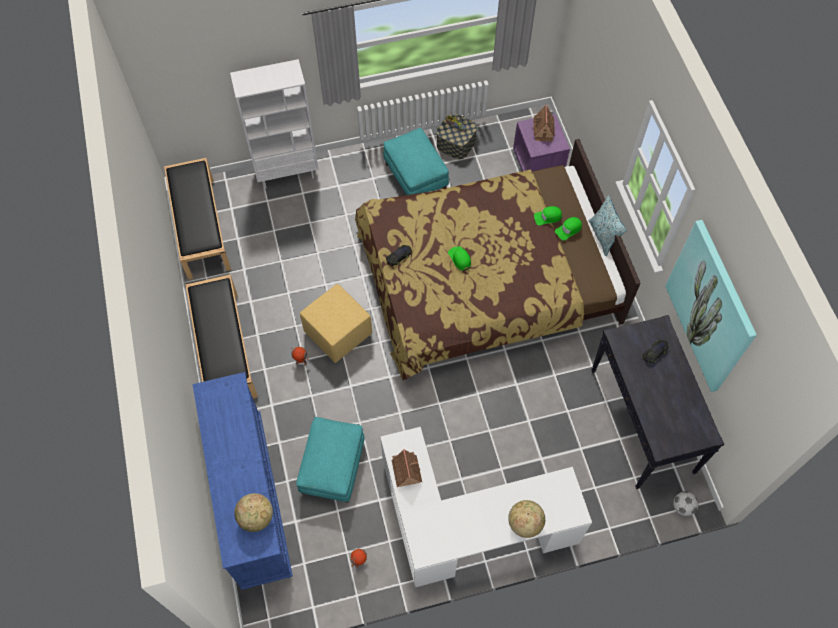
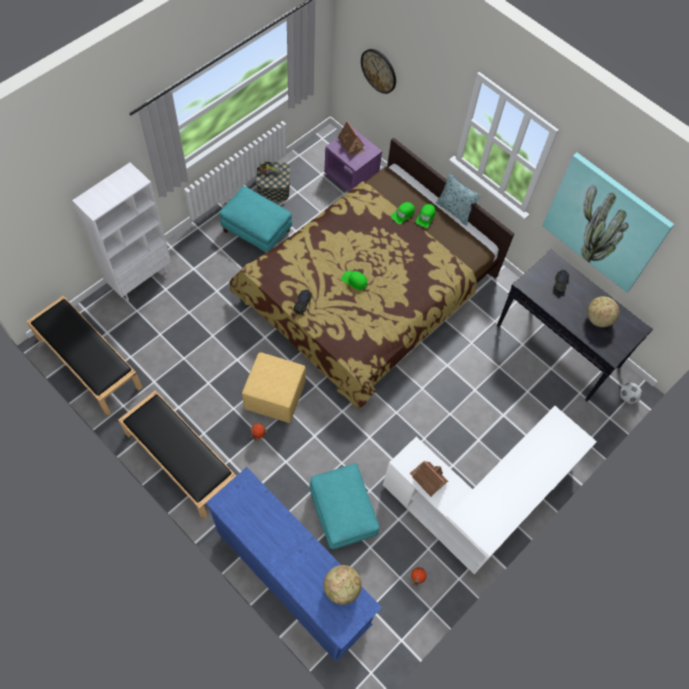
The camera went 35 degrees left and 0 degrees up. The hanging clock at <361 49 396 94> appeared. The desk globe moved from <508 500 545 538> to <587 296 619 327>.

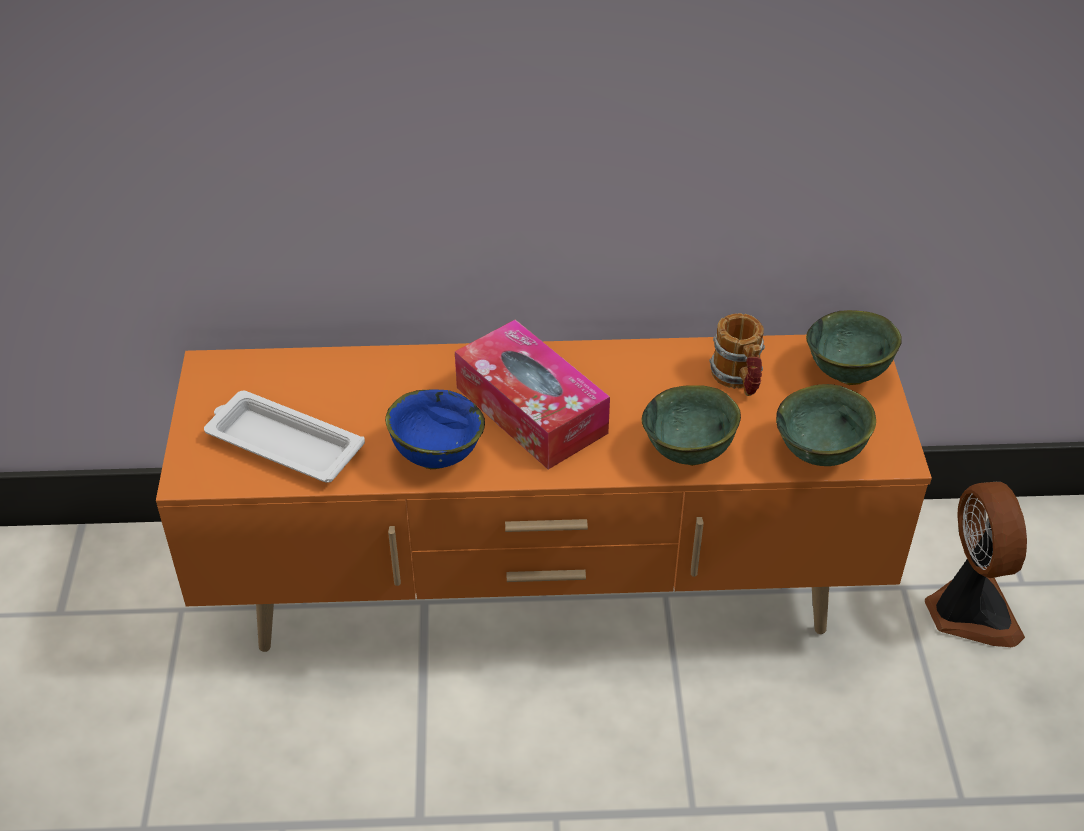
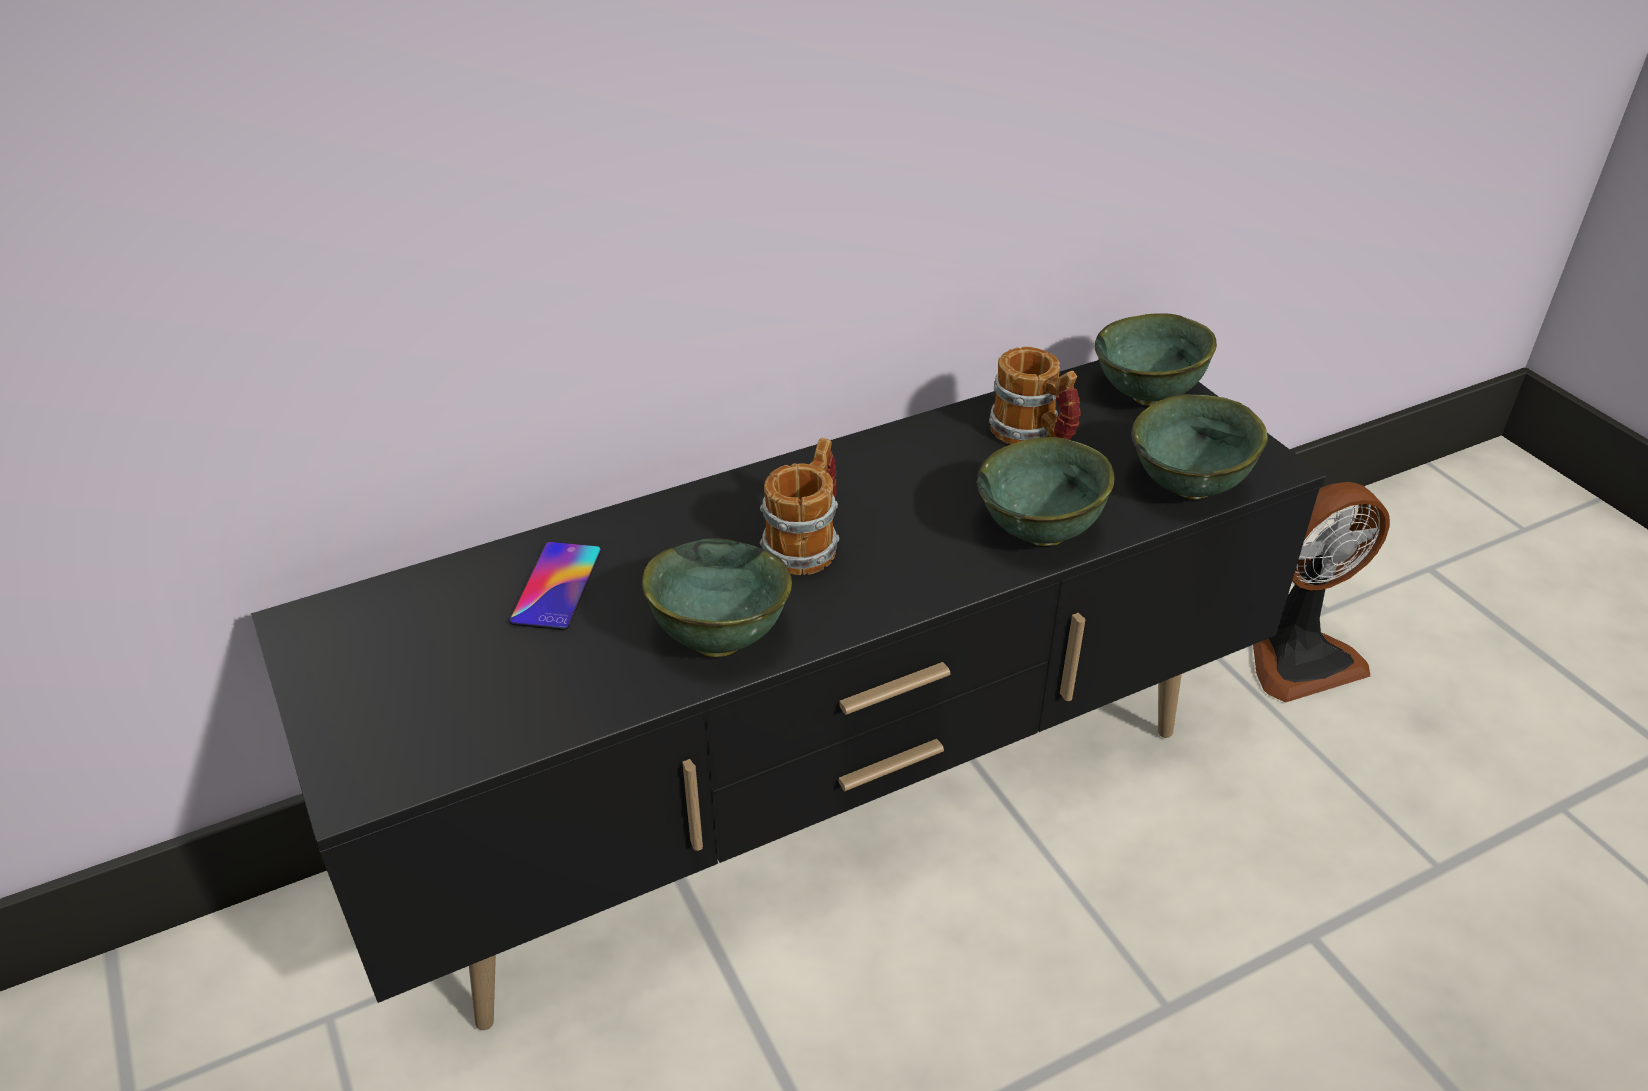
The camera went 25 degrees left and 5 degrees down. The serving tray/whitish at <204 391 365 483> disappeared. The telephone at <509 542 601 630> appeared. The box of tissues at <455 319 610 470> was replaced by the coffee mug at <760 437 839 575>. The tv unit/orange-coloured at <156 335 932 652> became the tv unit/blackish at <251 360 1325 1030>. The serving bowl/blue at <385 389 485 469> became the serving bowl/green at <642 538 792 657>. The fan at <925 482 1027 647> turned 105 degrees clockwise.

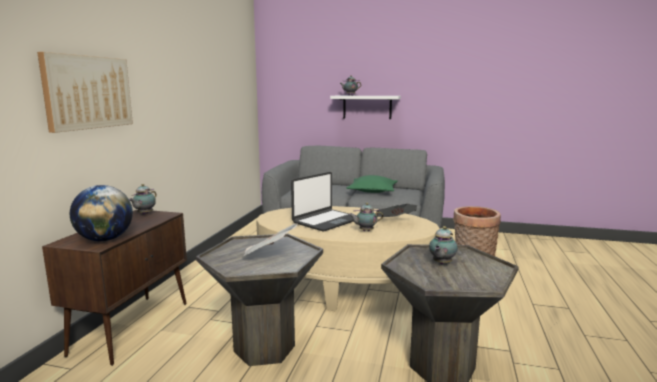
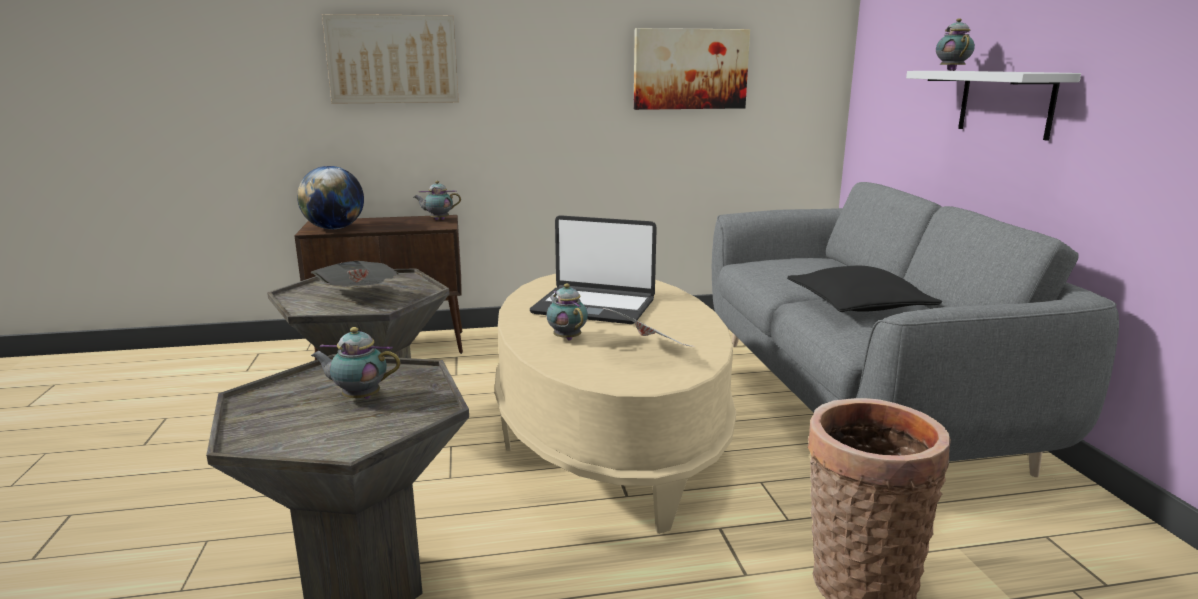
The camera went 65 degrees right and 5 degrees up. The wall picture at <634 28 750 110> appeared. The throw pillow/green at <346 175 398 193> became the throw pillow/blackish at <787 266 942 312>.

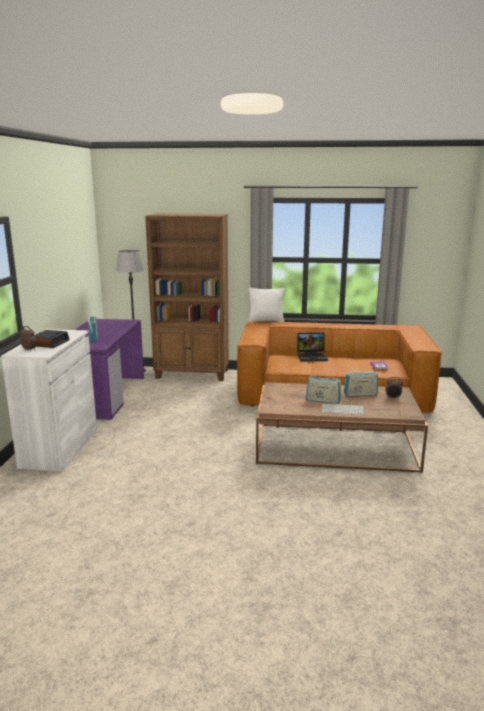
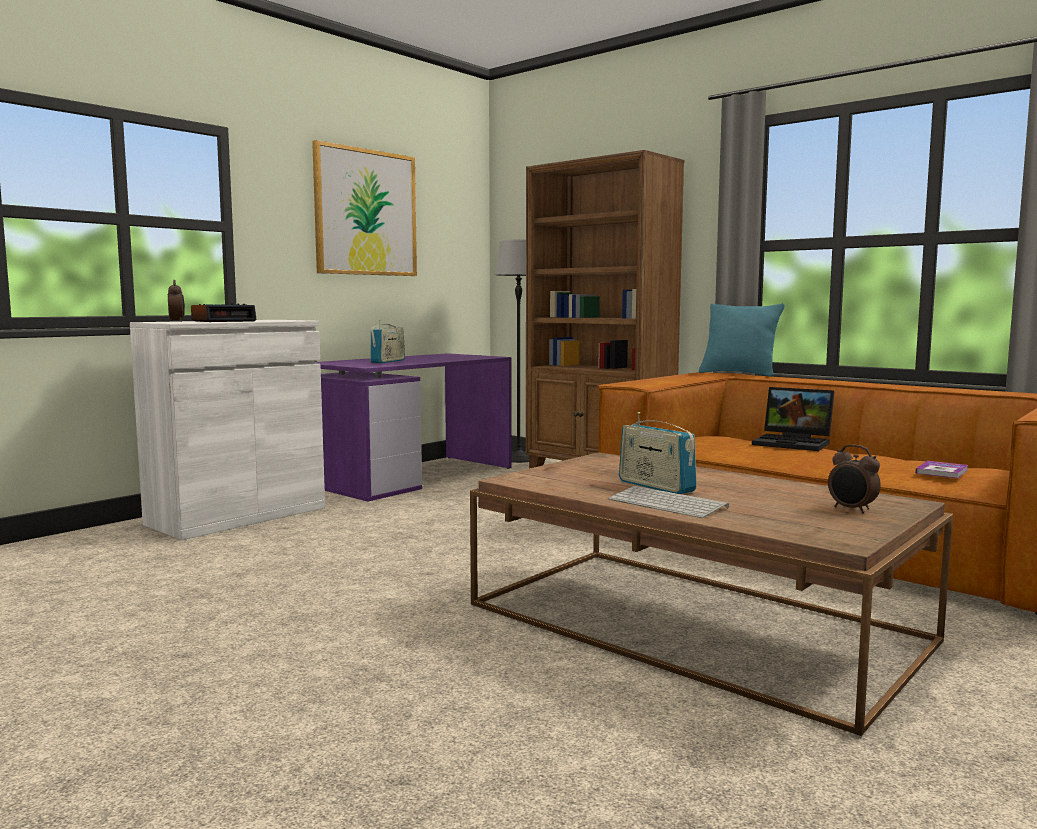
The camera went 35 degrees right and 10 degrees down. The radio receiver at <344 370 378 397> disappeared. The wall picture at <312 140 417 276> appeared. The throw pillow/whitish at <248 288 285 322> became the throw pillow/turquoise-coloured at <699 303 784 377>.

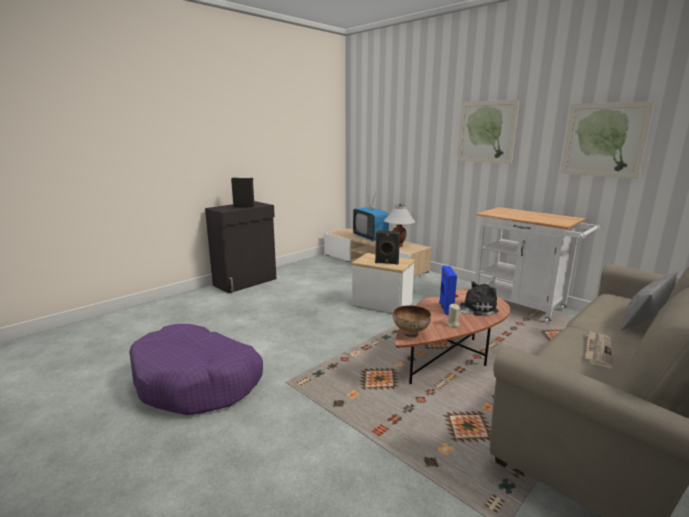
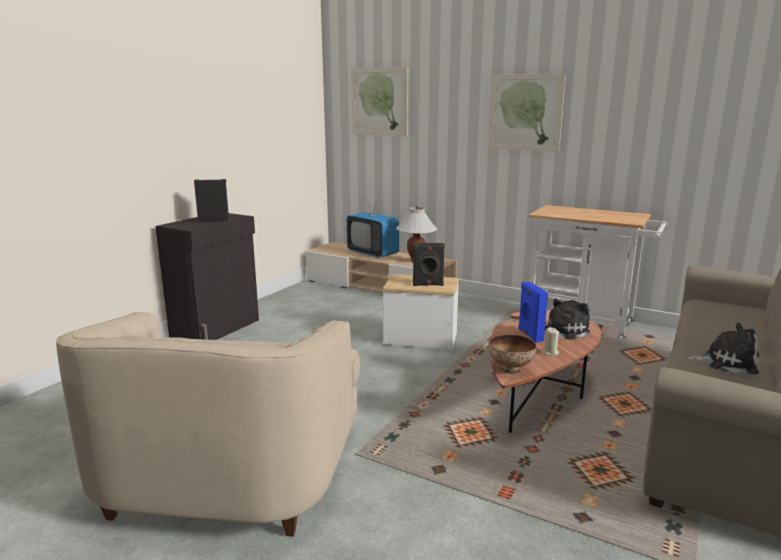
The camera went 15 degrees left and 0 degrees up. The throw pillow/greyish at <621 271 678 330> disappeared. The wall picture moved from <561 101 655 179> to <351 67 408 136>. The dog bed/purple at <129 324 263 415> was replaced by the armchair/beige at <56 312 360 537>. The newspaper at <585 330 613 369> was replaced by the plush toy at <686 323 760 374>.

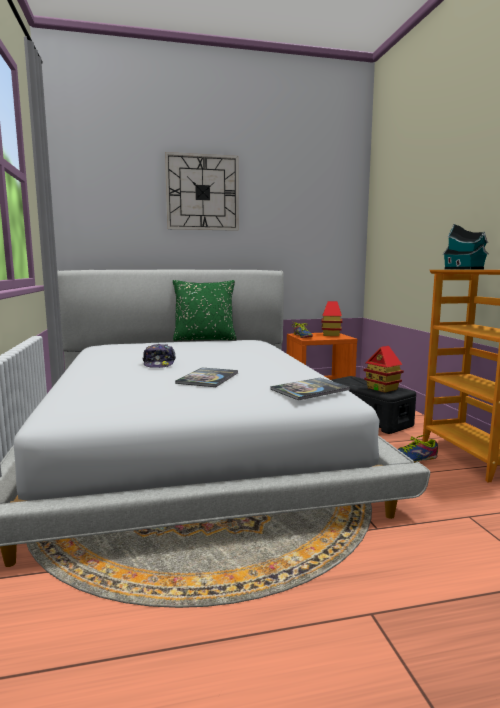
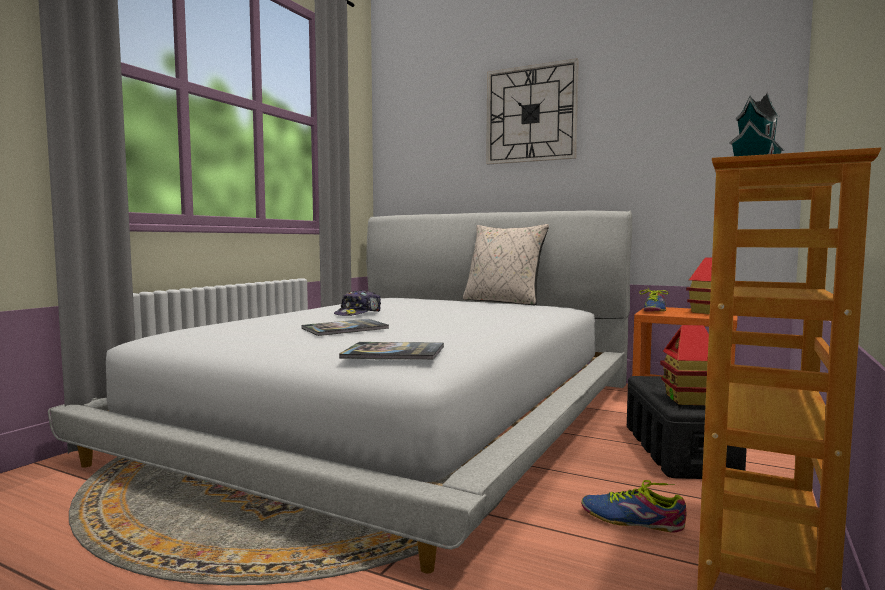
The camera went 40 degrees right and 5 degrees down. The throw pillow/green at <173 280 237 341> became the throw pillow/beige at <463 224 549 306>.

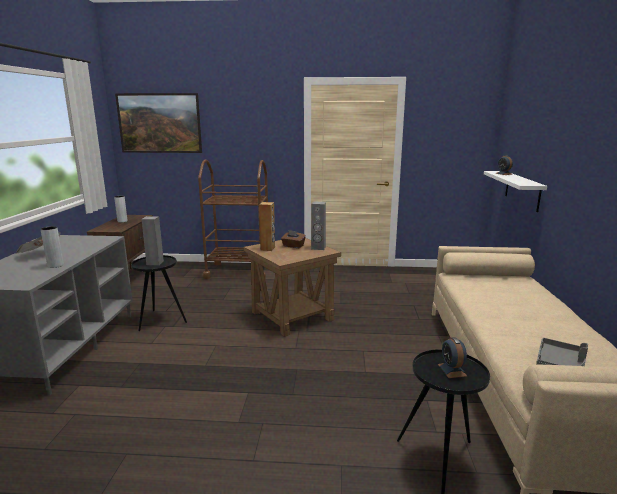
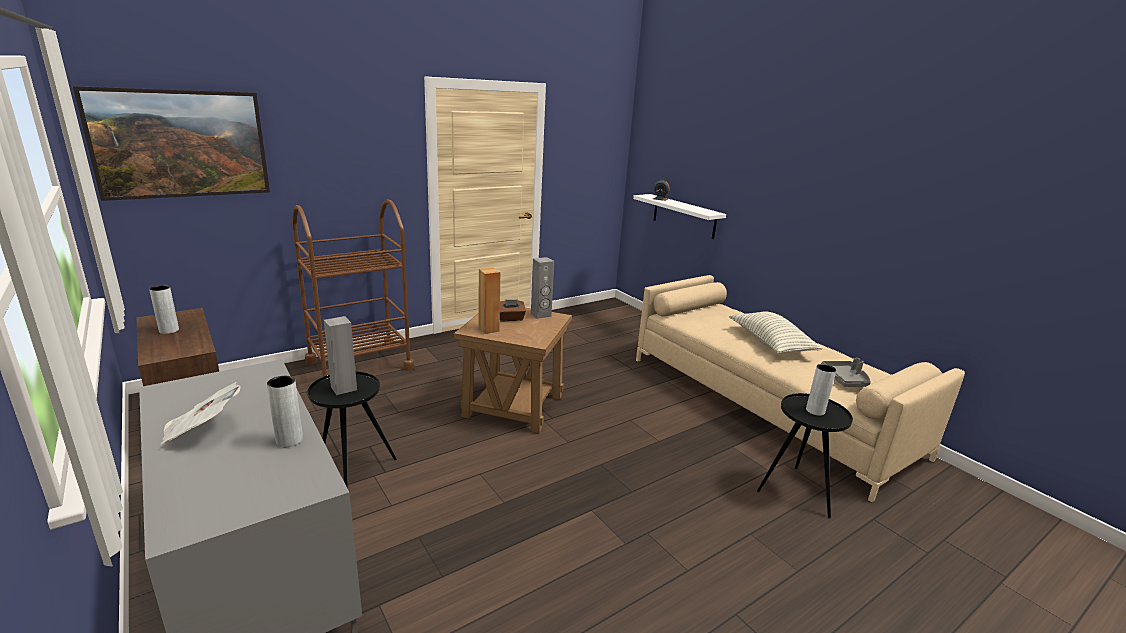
The camera went 40 degrees left and 5 degrees up. The throw pillow at <729 311 823 354> appeared. The table clock at <438 337 467 378> was replaced by the decorative vase/greyish at <806 364 836 416>.

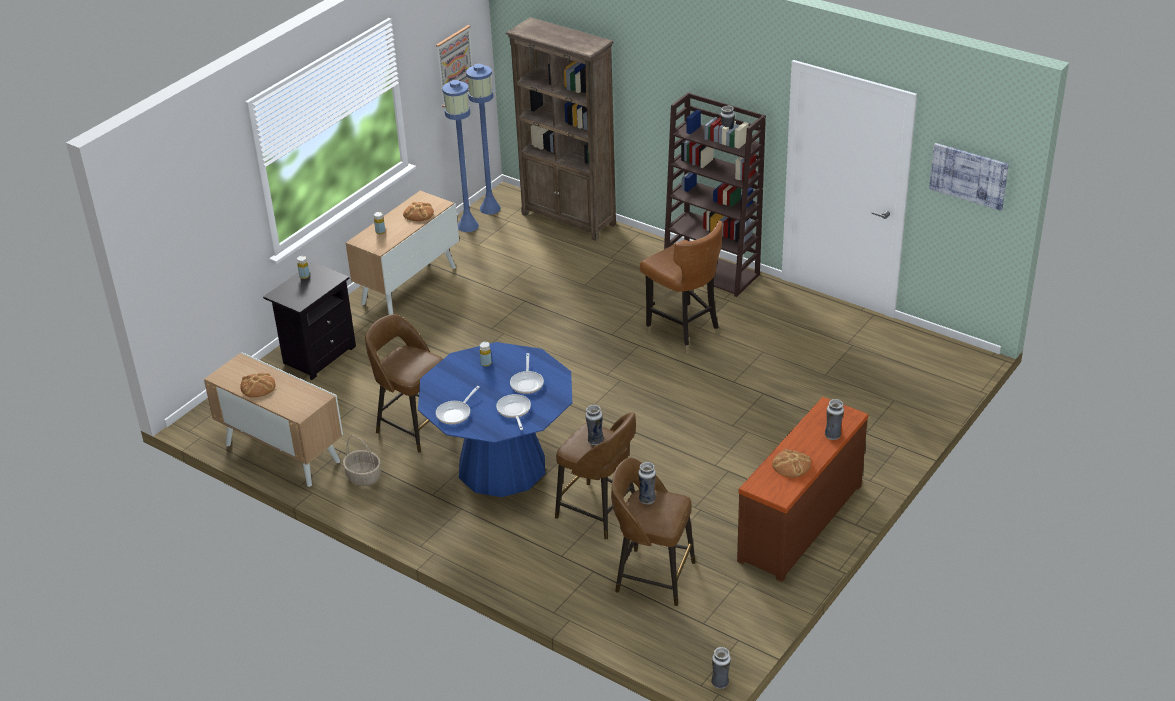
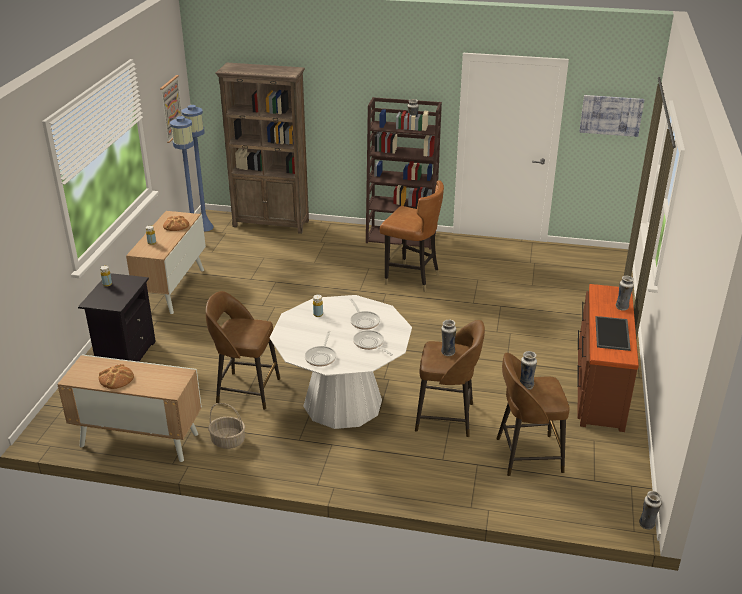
The camera went 25 degrees left and 5 degrees down. The bakery bread at <772 449 811 478> was replaced by the serving tray at <595 316 631 351>. The kitchen table/blue at <418 342 572 497> became the kitchen table/whitish at <270 295 412 429>.

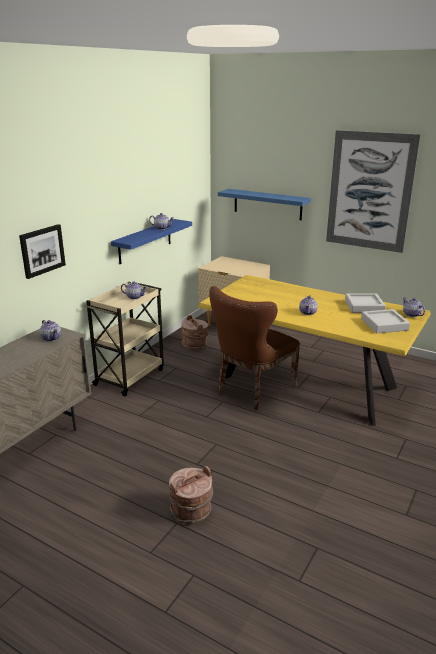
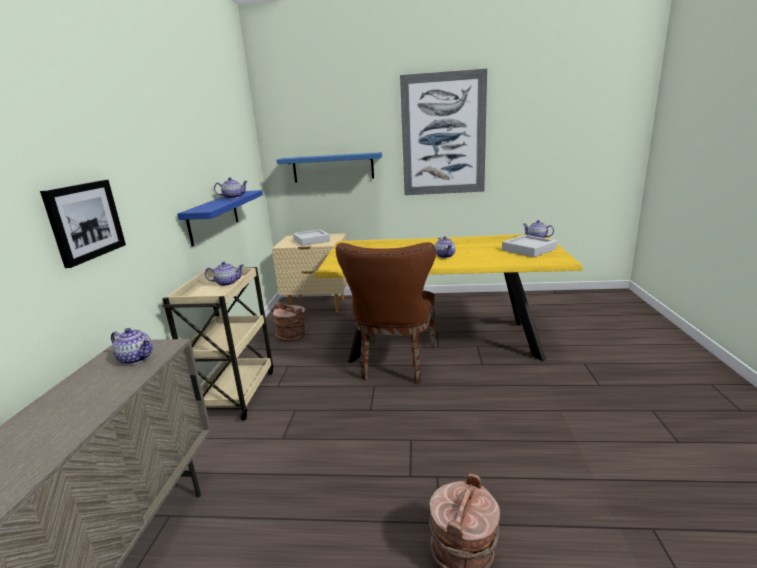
The camera went 25 degrees left and 5 degrees down. The serving tray/greyish moved from <345 293 386 313> to <293 229 330 246>.

